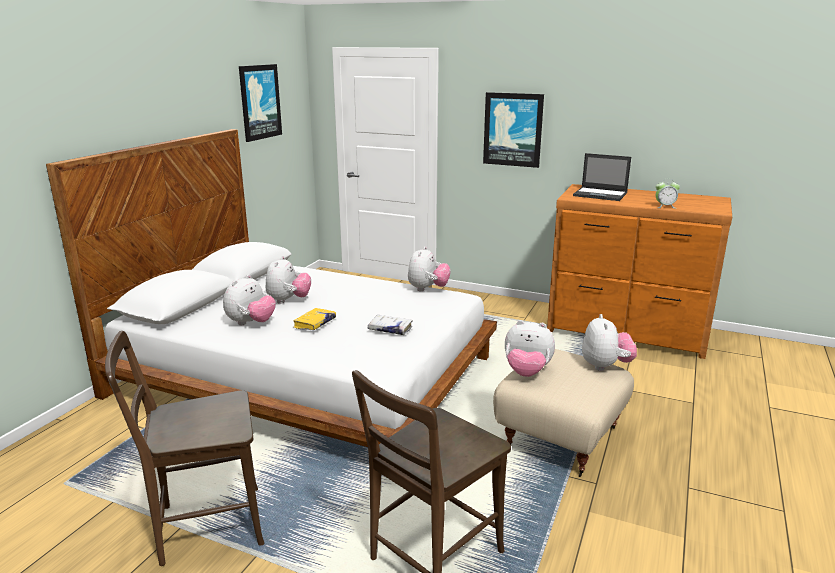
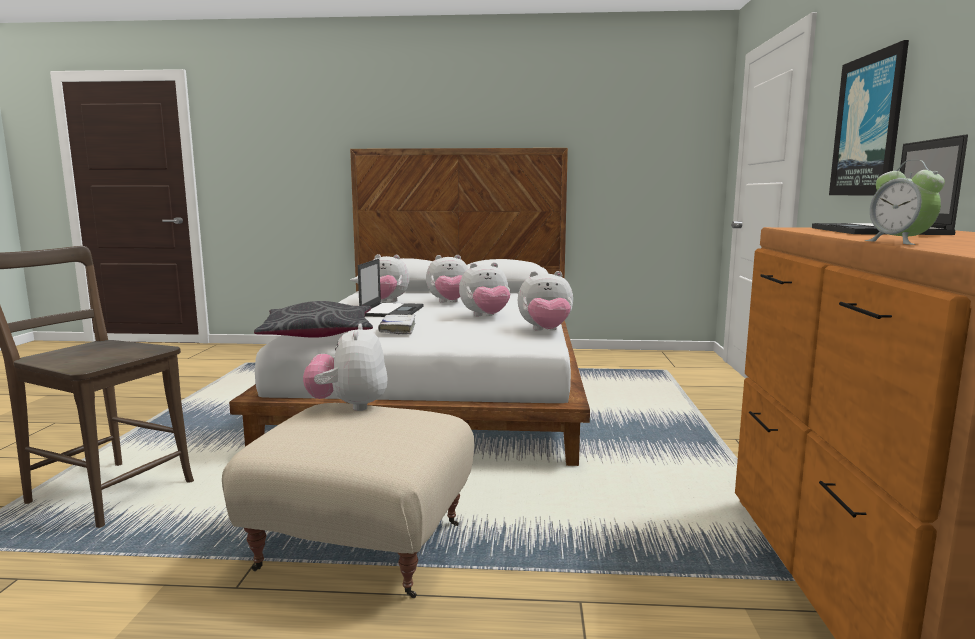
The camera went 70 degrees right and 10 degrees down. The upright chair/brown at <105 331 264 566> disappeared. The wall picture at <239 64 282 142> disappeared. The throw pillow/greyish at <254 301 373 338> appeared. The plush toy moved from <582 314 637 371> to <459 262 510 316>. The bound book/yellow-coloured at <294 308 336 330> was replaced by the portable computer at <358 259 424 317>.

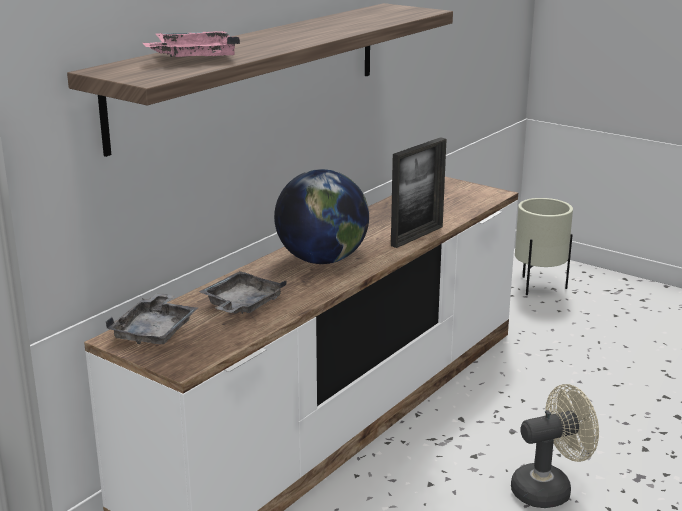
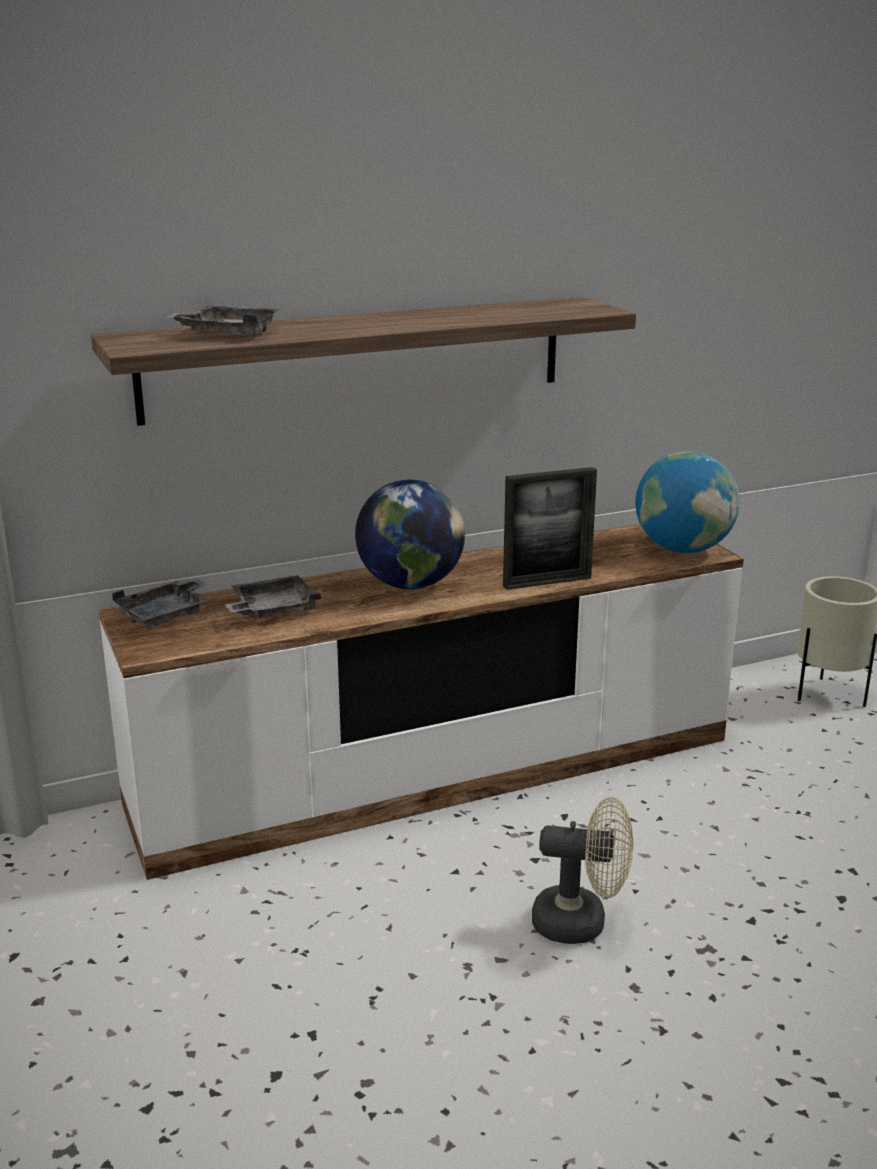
The camera went 30 degrees right and 0 degrees up. The desk globe at <635 451 740 553> appeared. The serving tray/pinkish at <143 31 240 57> became the serving tray/greyish at <166 305 280 335>.

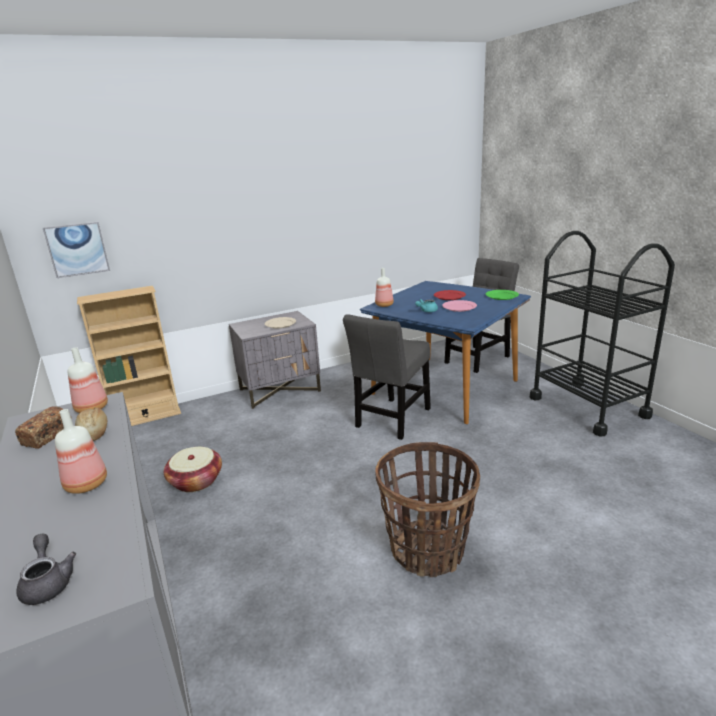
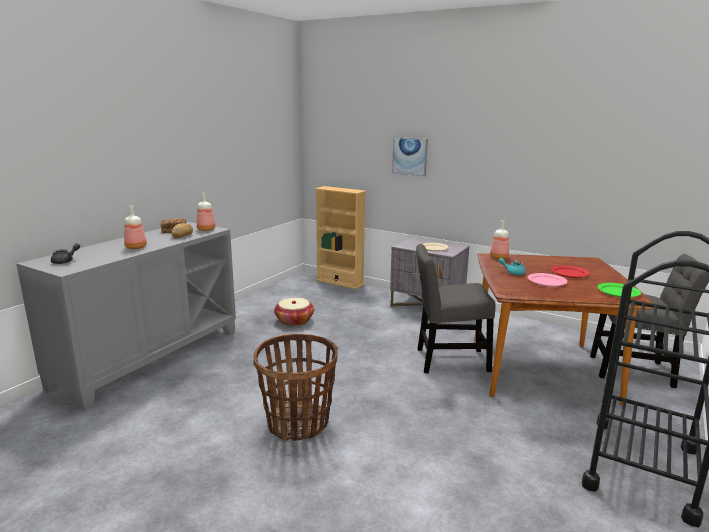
The camera went 55 degrees right and 5 degrees down. The wall picture moved from <43 222 110 278> to <392 137 428 176>. The kitchen table/blue at <360 281 531 424> became the kitchen table/brown at <474 253 653 405>.

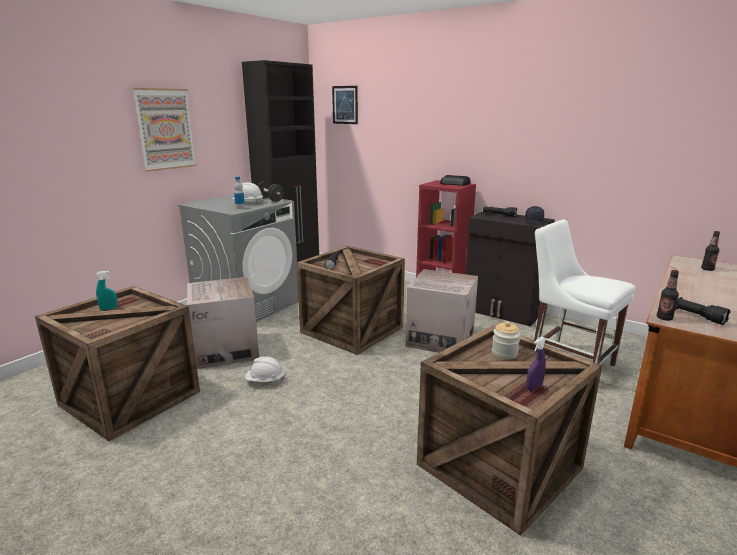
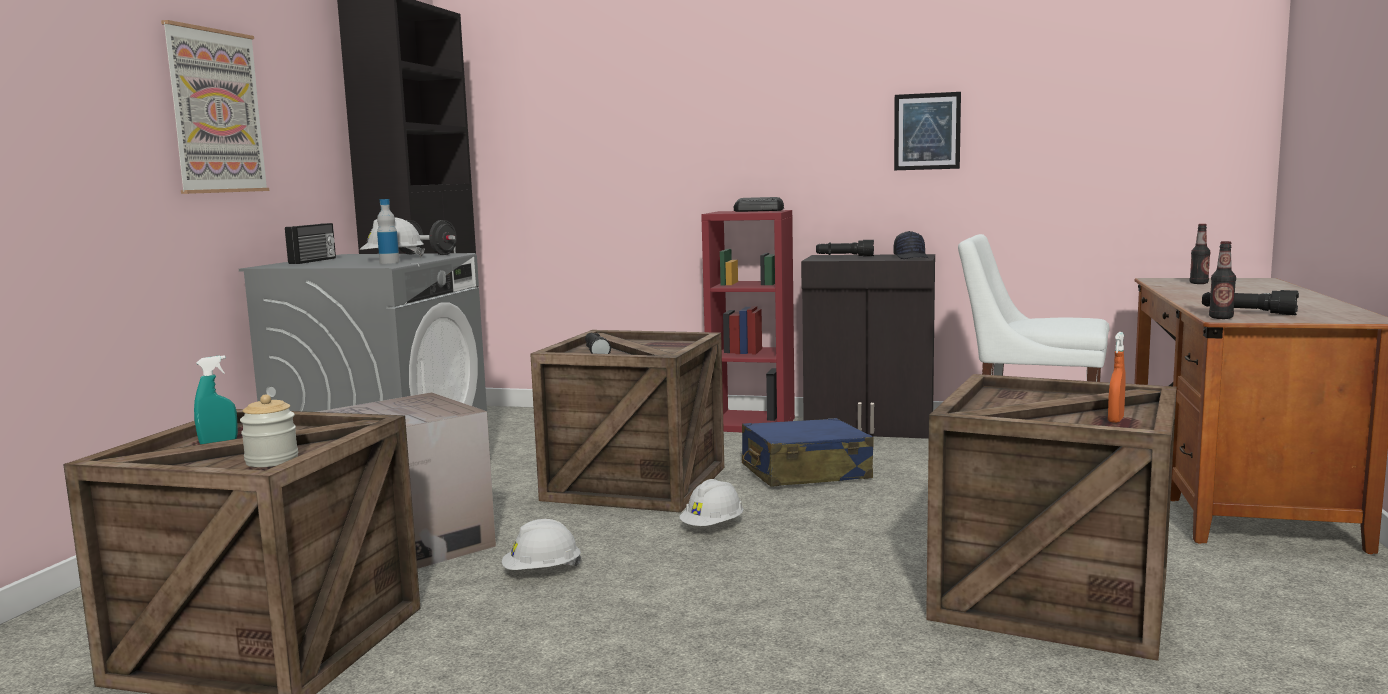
The camera went 20 degrees left and 10 degrees down. The radio receiver at <285 223 336 264> appeared. The safety helmet/whitish at <679 479 744 526> appeared. The wall picture moved from <332 86 358 124> to <894 92 961 170>. The preserve jar moved from <492 322 521 359> to <240 394 298 467>. The packing box at <405 269 478 353> was replaced by the suitcase/blue at <742 418 874 487>. The hand sprayer/purple at <526 337 546 391> became the hand sprayer/orange-coloured at <1108 332 1125 423>.

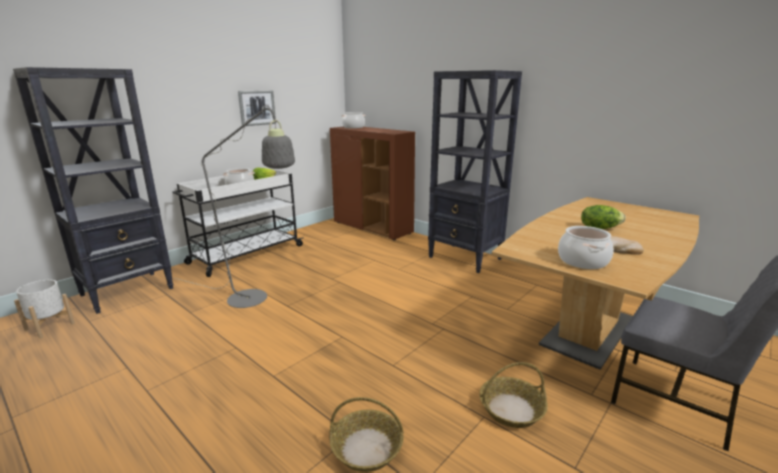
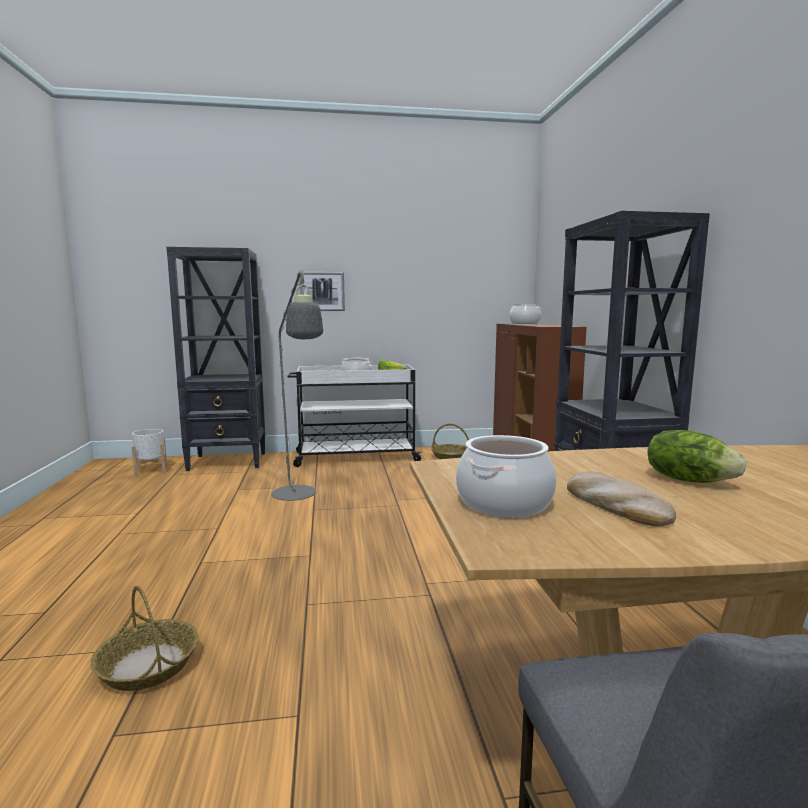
The camera went 40 degrees right and 10 degrees down. The wall picture moved from <238 91 276 126> to <299 272 345 311>. The storage basket moved from <479 362 548 428> to <431 424 469 459>.

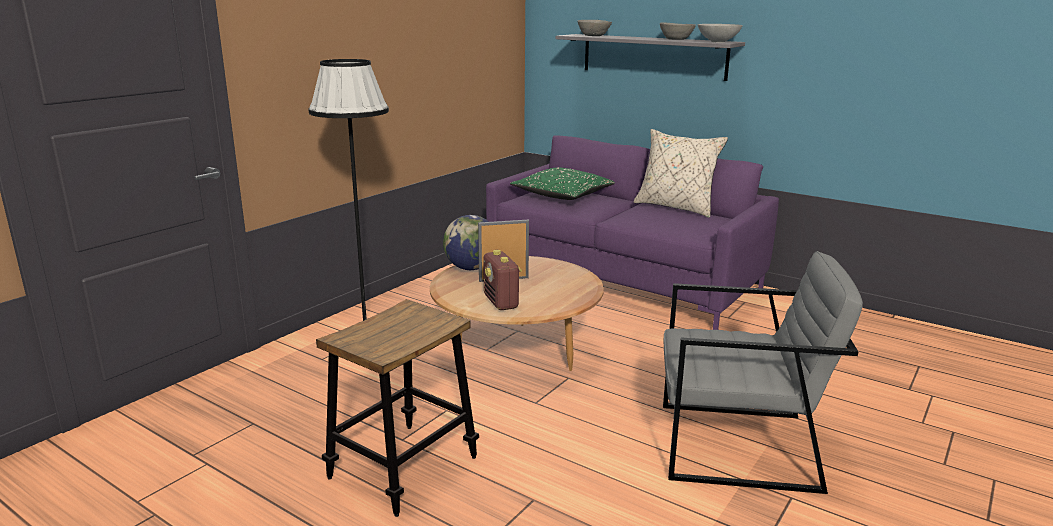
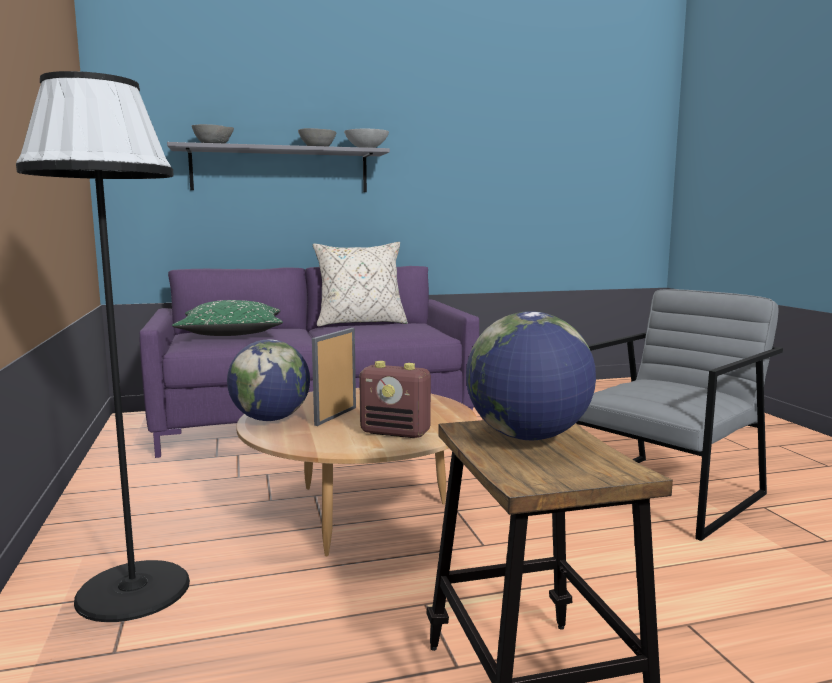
The camera went 50 degrees left and 10 degrees down. The desk globe at <466 311 596 440> appeared.

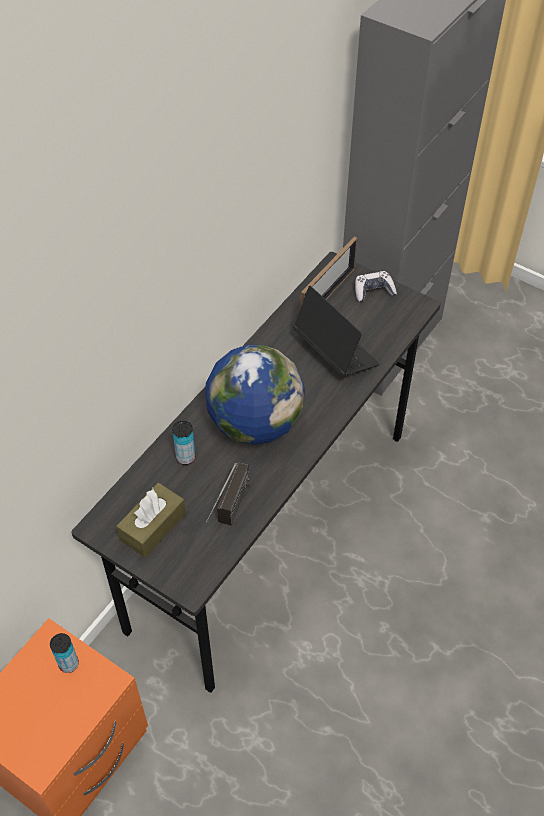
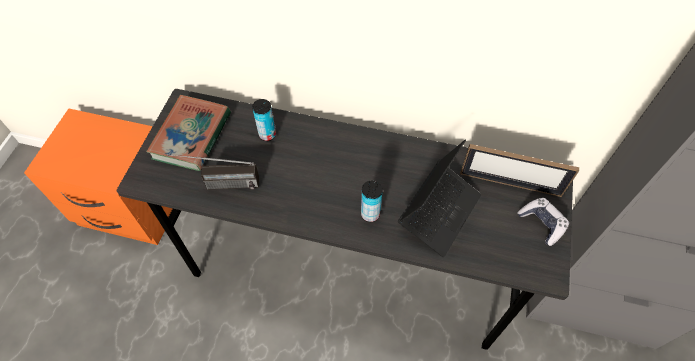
The camera went 70 degrees right and 5 degrees up. The desk globe at <205 345 305 445> disappeared. The metal can moved from <50 633 79 673> to <361 180 383 222>. The box of tissues/brown at <116 483 186 558> was replaced by the bound book at <146 95 231 171>.

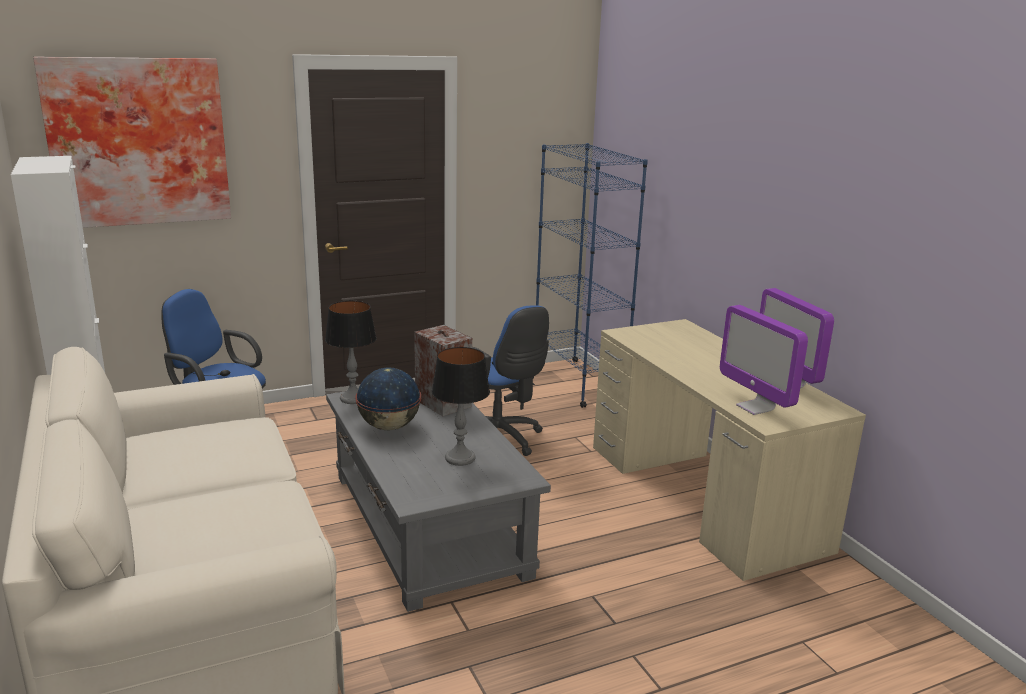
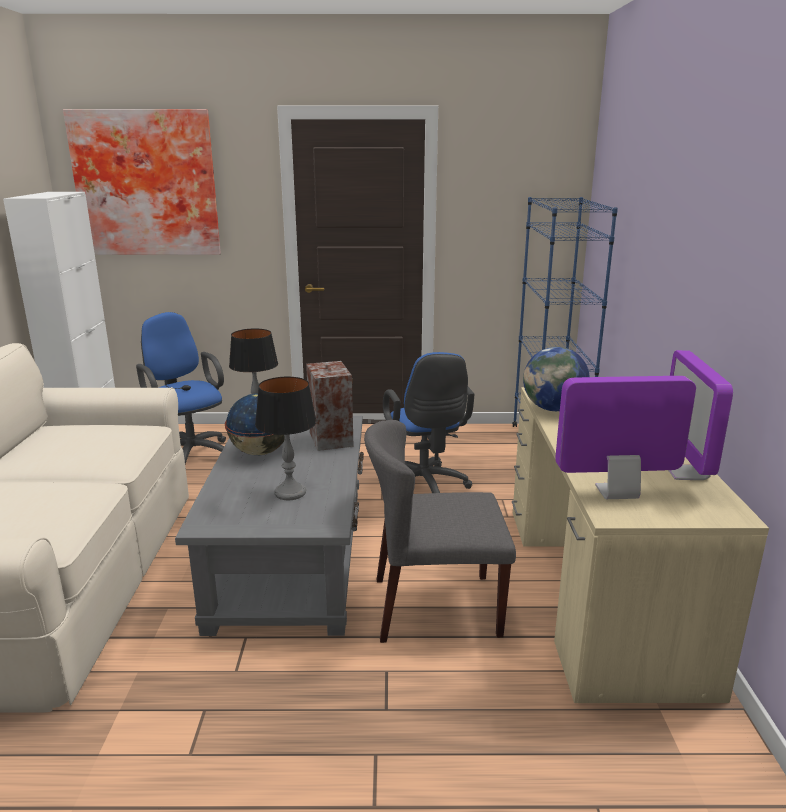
The camera went 25 degrees right and 0 degrees up. The upright chair/greyish at <364 420 516 643> appeared. The desk globe at <523 347 590 411> appeared. The computer screen at <720 305 808 415> turned 90 degrees clockwise.

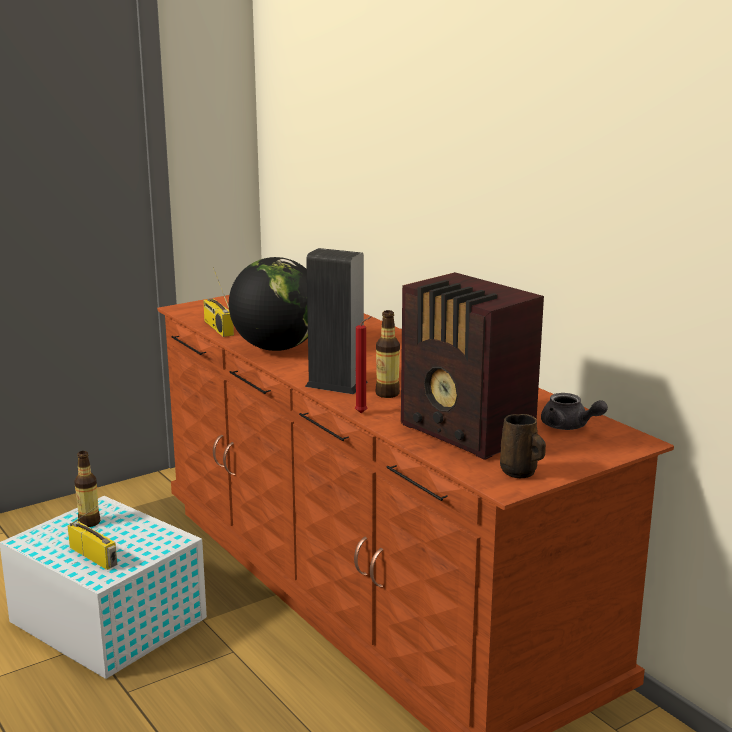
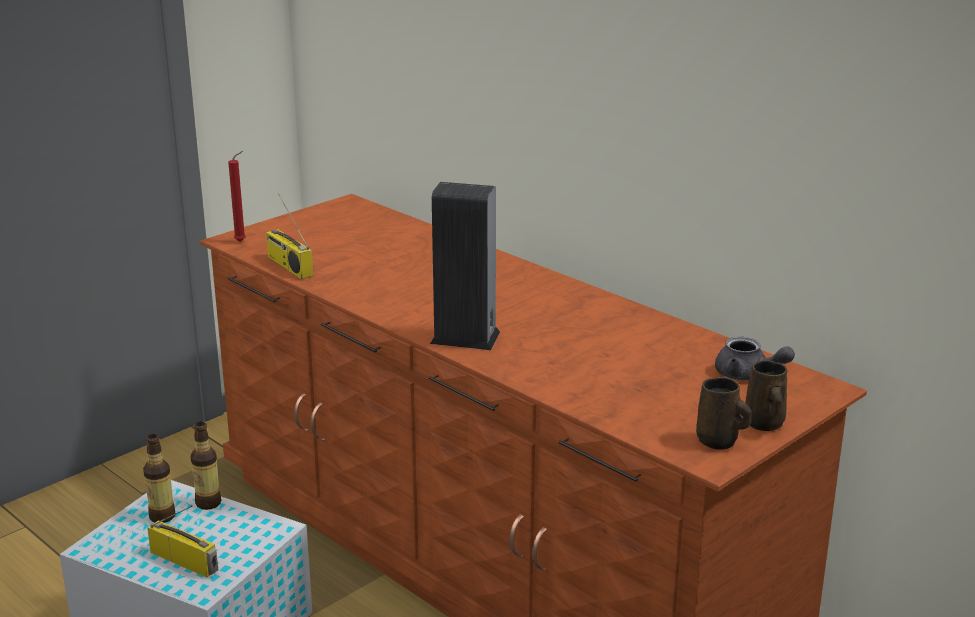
The camera went 10 degrees left and 5 degrees up. The desk globe at <229 257 308 351> disappeared. The radio receiver at <401 272 544 460> disappeared. The coffee mug/brown at <745 360 787 431> appeared. The candle/red-coloured moved from <355 316 372 413> to <228 151 246 242>. The beverage bottle moved from <376 310 400 398> to <191 422 221 510>.

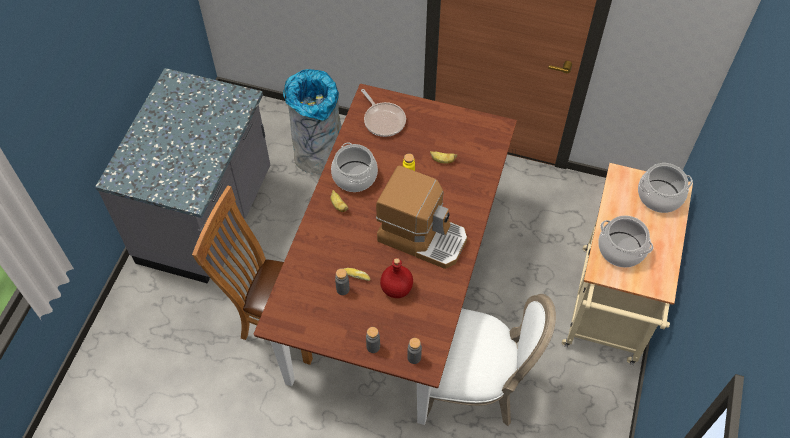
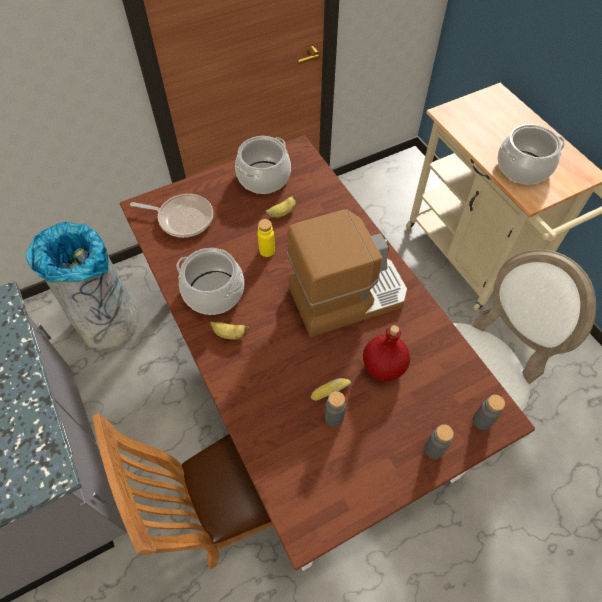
The camera went 45 degrees left and 0 degrees up. The saucepot moved from <638 163 693 213> to <235 136 291 194>.

